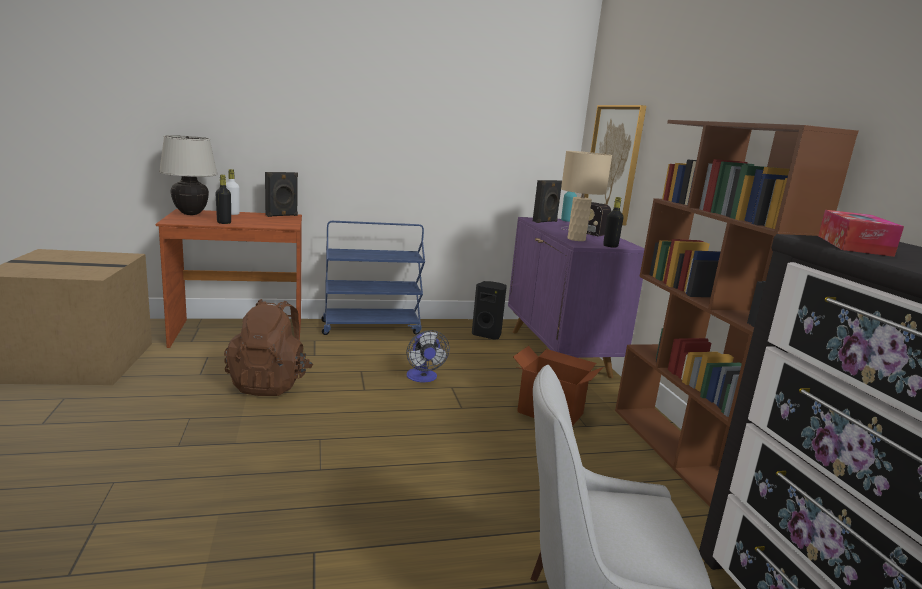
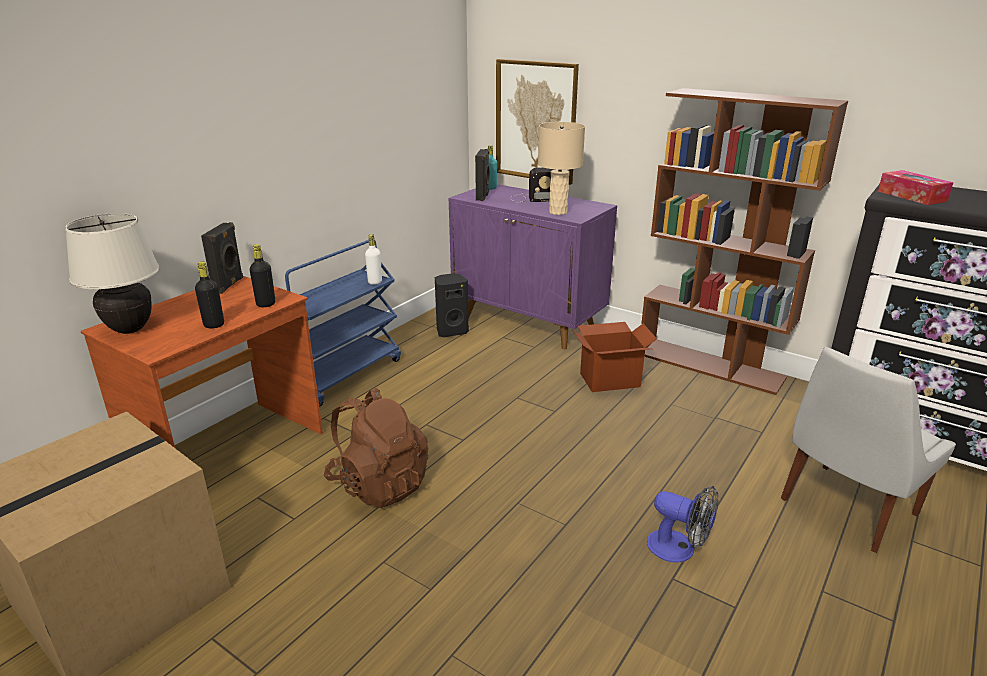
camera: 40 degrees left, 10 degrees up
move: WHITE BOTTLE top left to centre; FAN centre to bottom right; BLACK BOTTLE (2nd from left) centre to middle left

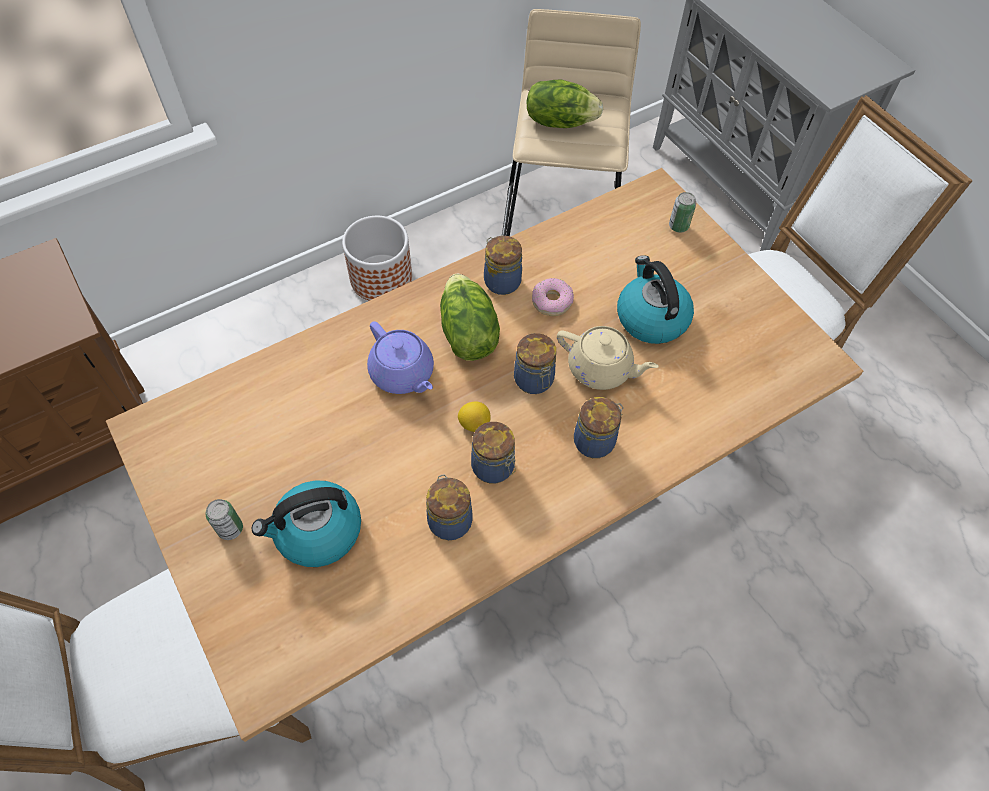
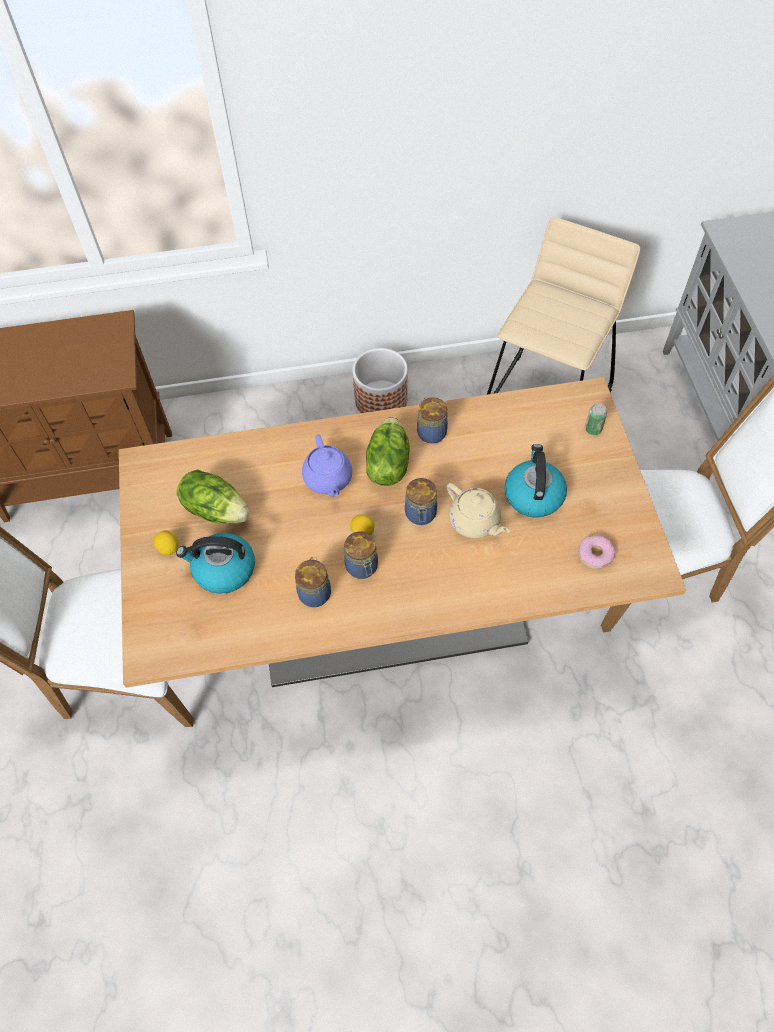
camera: 25 degrees right, 0 degrees up
delete: JAR (5th from left) centre
move: LETTUCE (2nd from left in the first image) top centre to LETTUCE (1st from left) middle left; DONUT centre to middle right
replace: CAN (1st from left) middle left to LEMON (1st from left) middle left

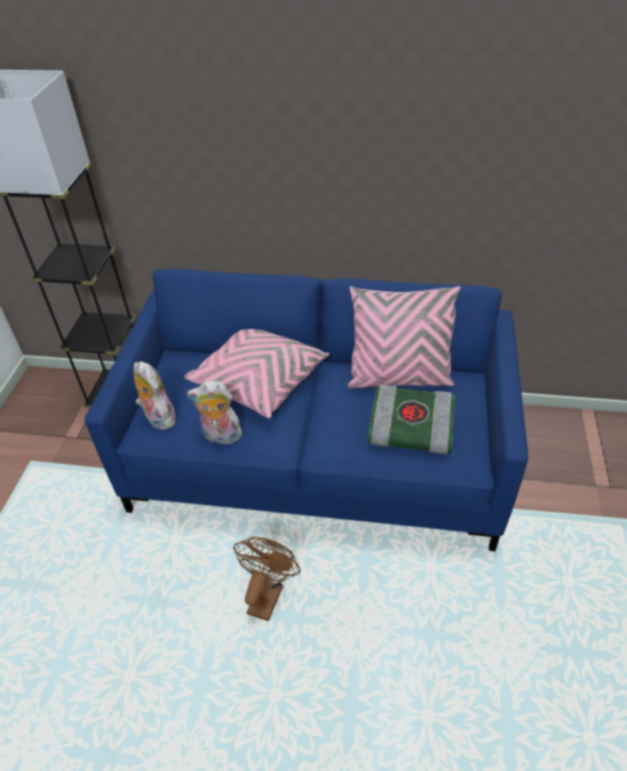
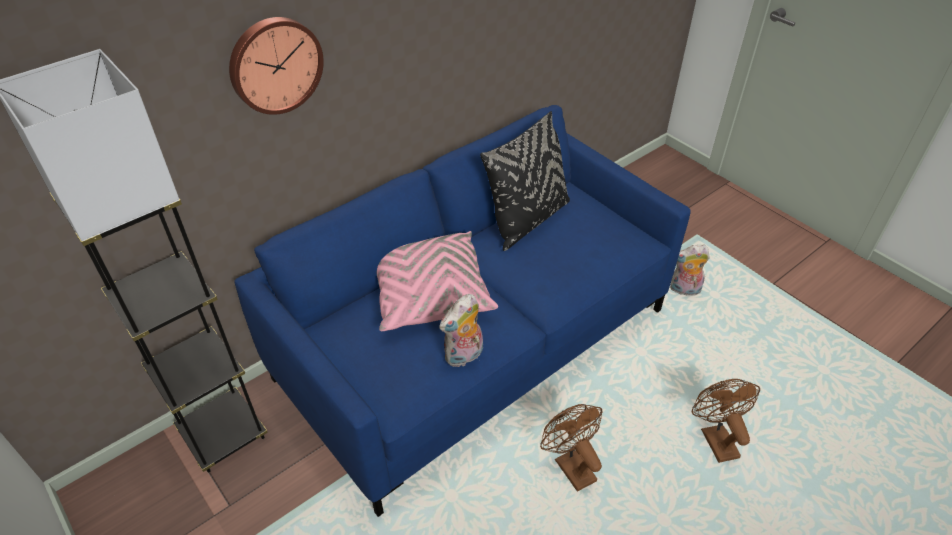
camera: 50 degrees left, 0 degrees up
delete: BOOK centre
insert: WALL CLOCK top left; BROWN FAN (2nd from left) bottom right
move: PLUSH TOY (1st from left in the first image) middle left to PLUSH TOY (2nd from left) middle right
recolor: PINK PILLOW (2nd from left) centre to BLACK PILLOW centre

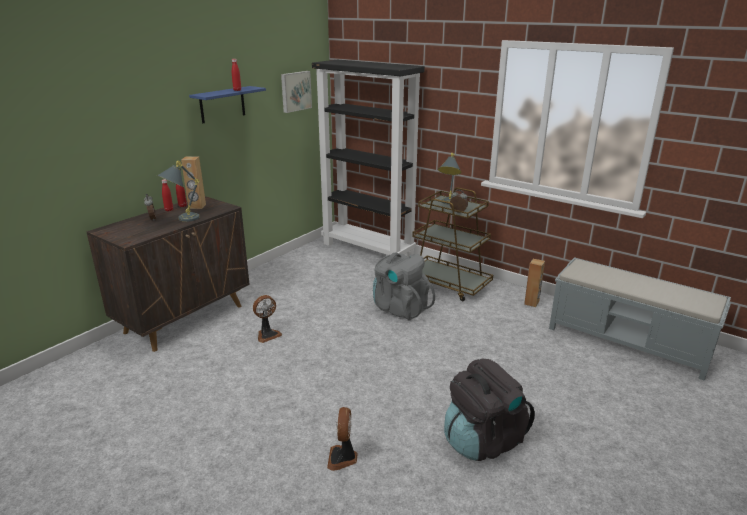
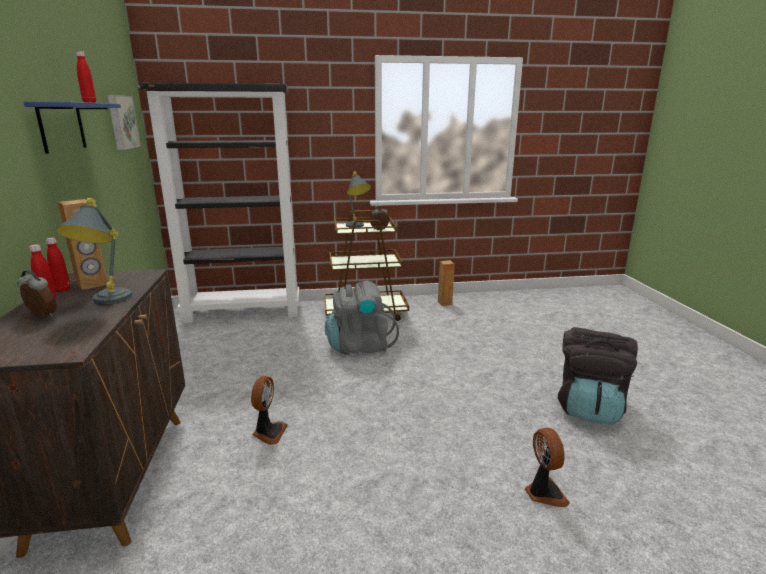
camera: 45 degrees left, 5 degrees down
delete: GREY BENCH middle right
rotate: FAN (2nd from left) bottom centre = bottom right 150 degrees counterclockwise

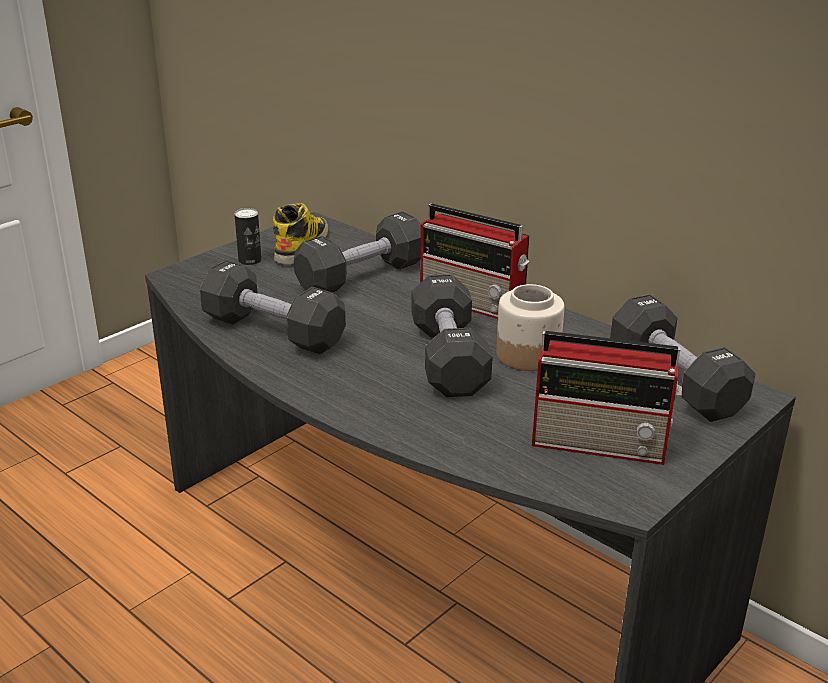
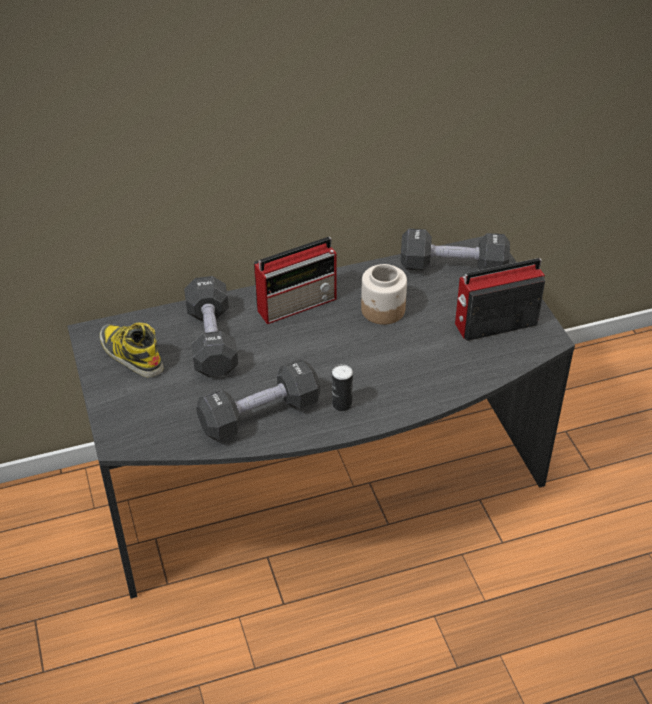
camera: 60 degrees left, 15 degrees up
delete: BLACK DUMBBELL (3rd from left) centre
move: CAN middle left to centre
rotate: RADIO (2nd from left) middle right = middle right 150 degrees counterclockwise

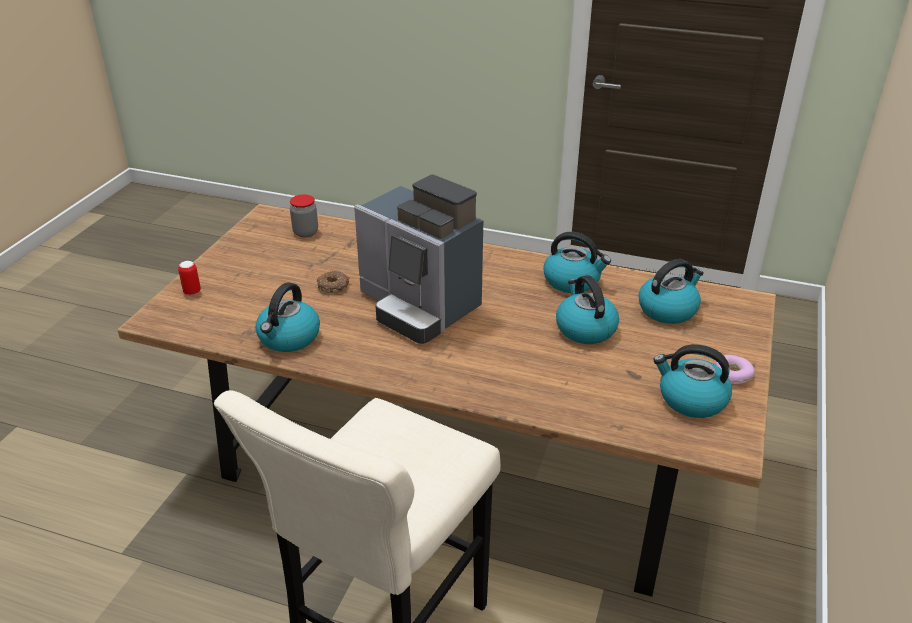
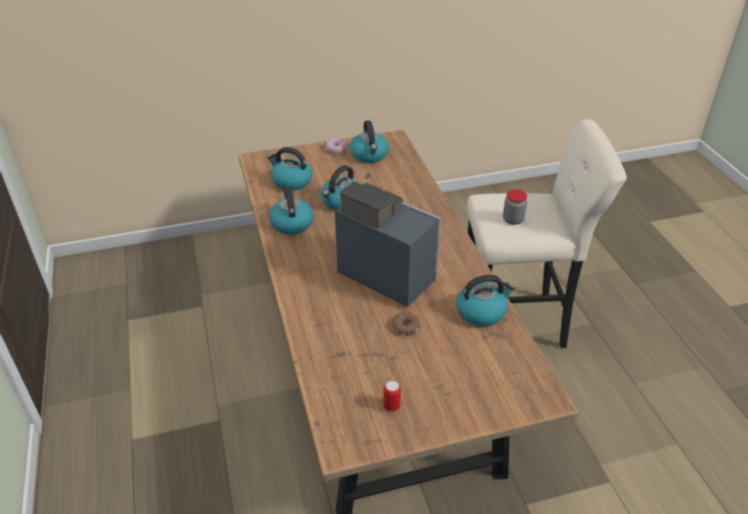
camera: 125 degrees left, 5 degrees up
move: CAN middle left to bottom centre; JAR centre to middle right
rotate: COFFEE MACHINE centre = centre 60 degrees counterclockwise

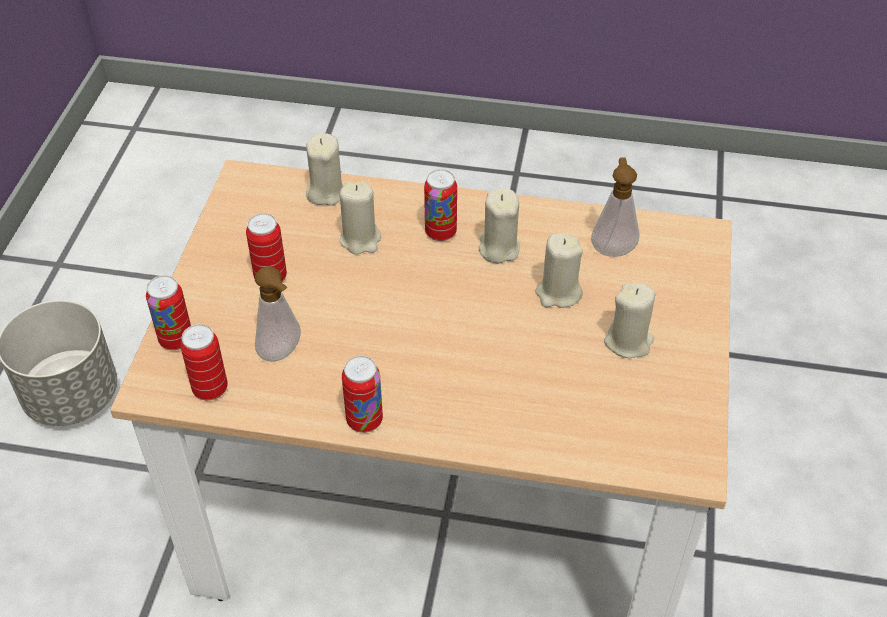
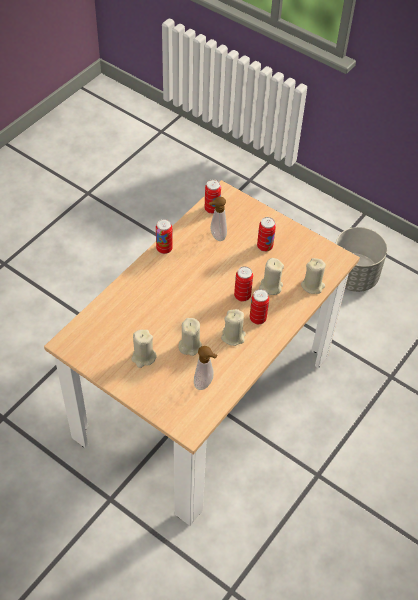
camera: 115 degrees right, 5 degrees up
move: CAN (1st from left in the first image) middle left to CAN (3rd from left) centre

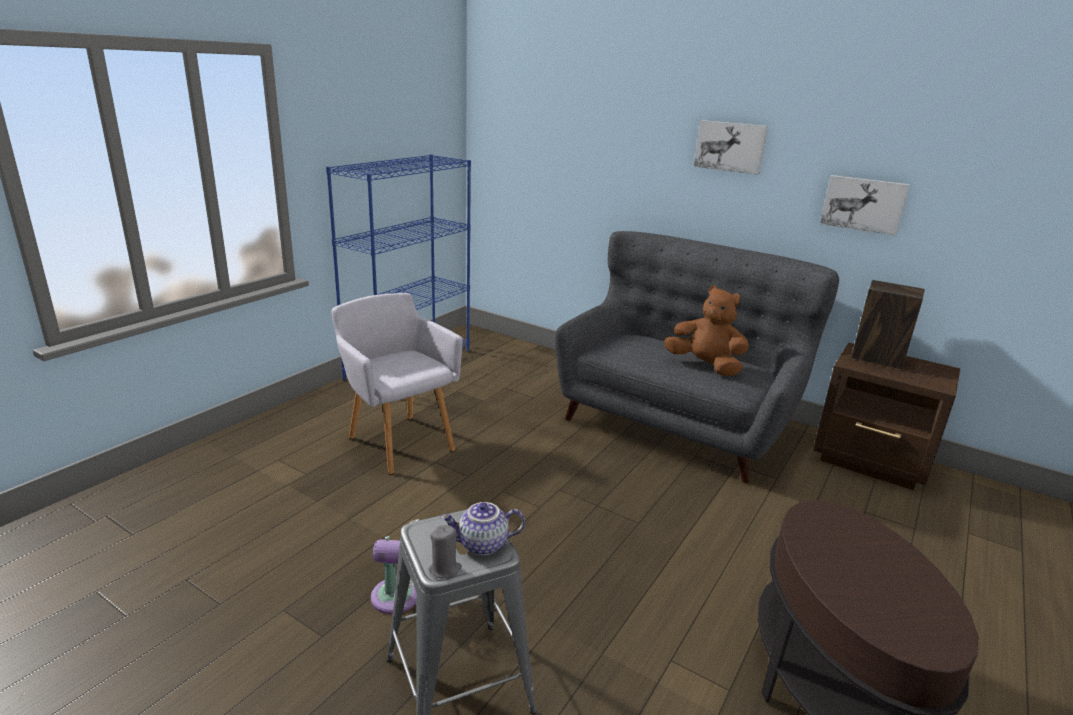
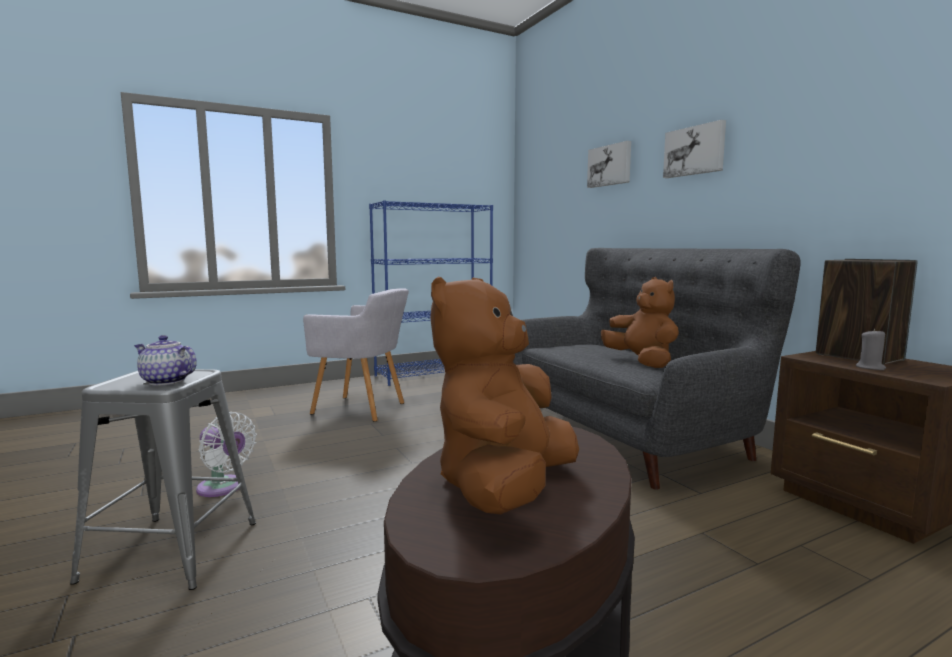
camera: 30 degrees right, 15 degrees down
insert: BROWN PLUSH TOY (1st from left) centre
move: GREY CANDLE bottom centre to middle right; PICTURE (2nd from left in the first image) top right to PICTURE (1st from left) top centre
rotate: GREY ARMCHAIR centre = centre 120 degrees clockwise

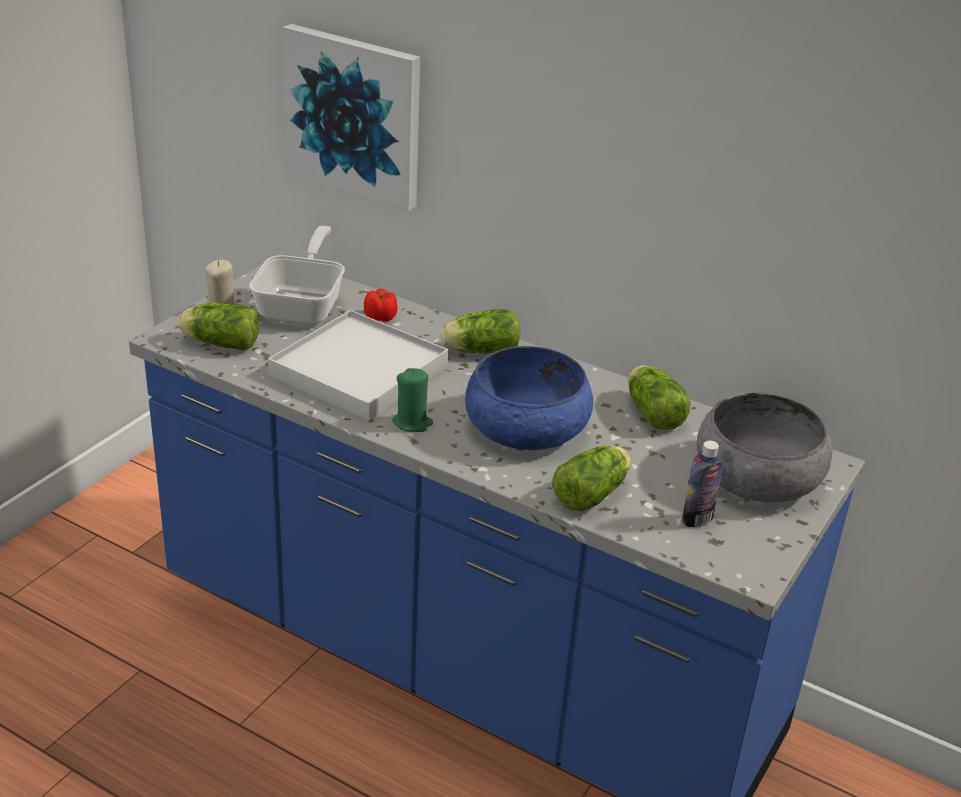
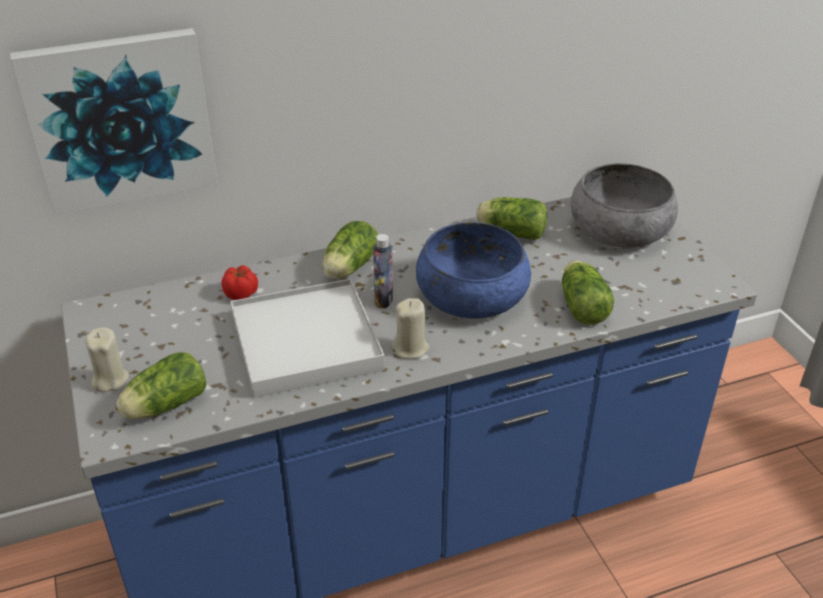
camera: 50 degrees left, 5 degrees up
delete: FRYING PAN middle left
move: BOTTLE middle right to centre
recolor: GREEN CANDLE centre to BEIGE CANDLE (2nd from left) centre

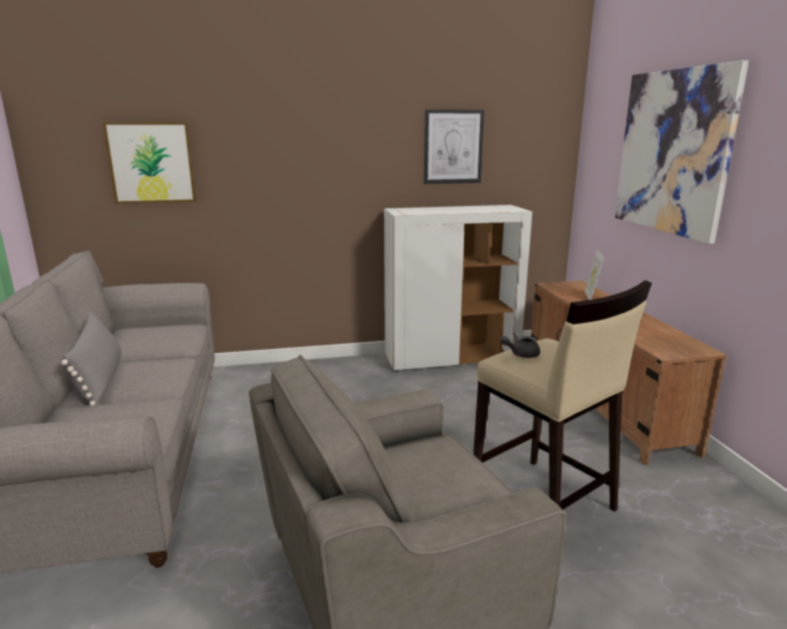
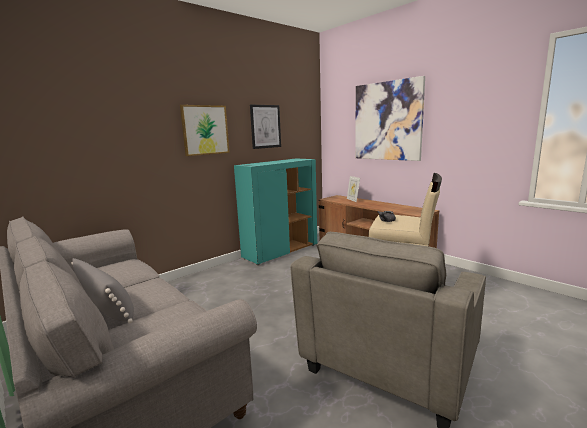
camera: 30 degrees left, 5 degrees down
move: PICTURE (1st from left) top left to top centre
recolor: WHITE CABINET centre to TURQUOISE CABINET centre

